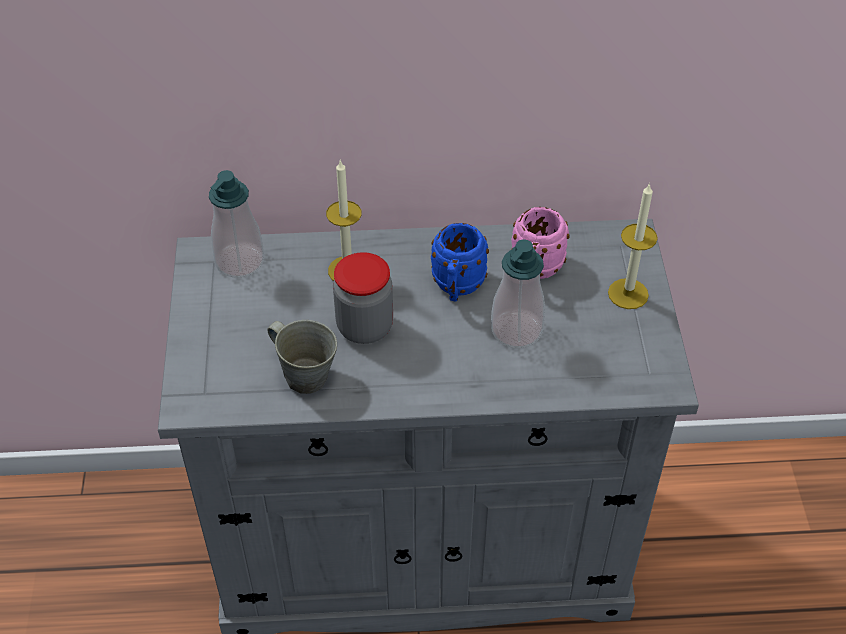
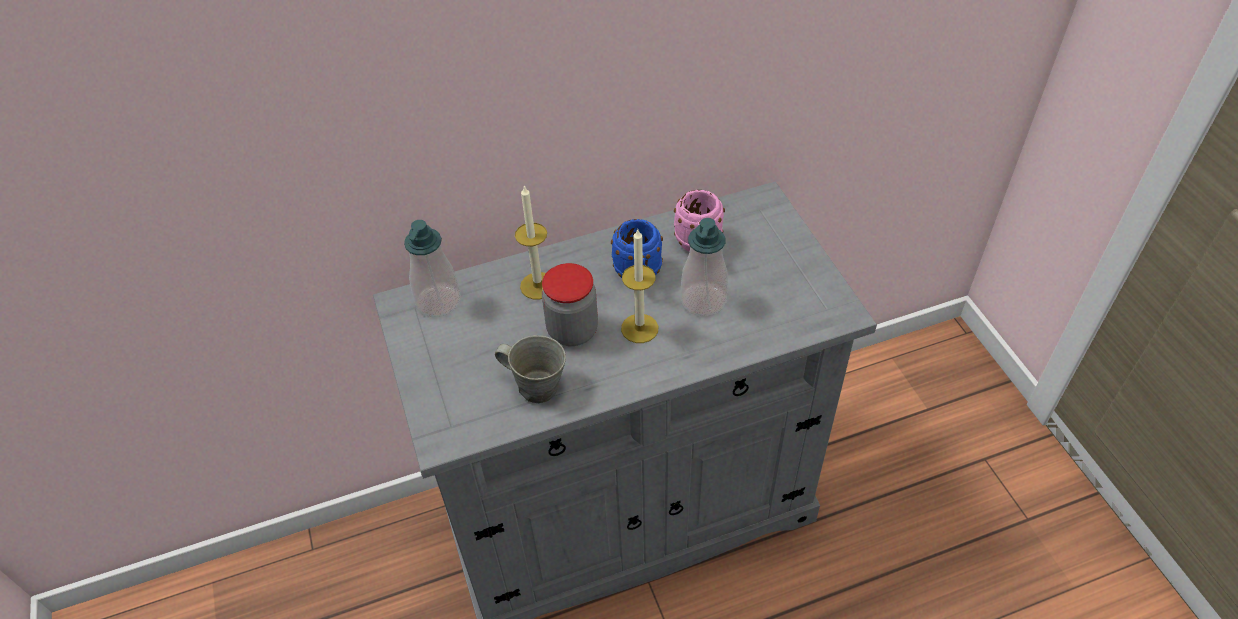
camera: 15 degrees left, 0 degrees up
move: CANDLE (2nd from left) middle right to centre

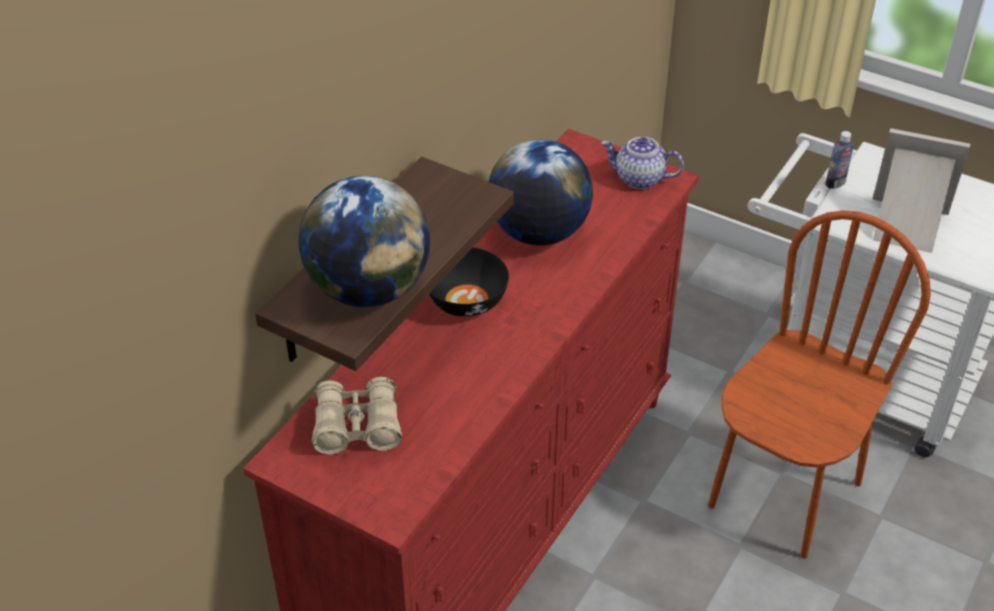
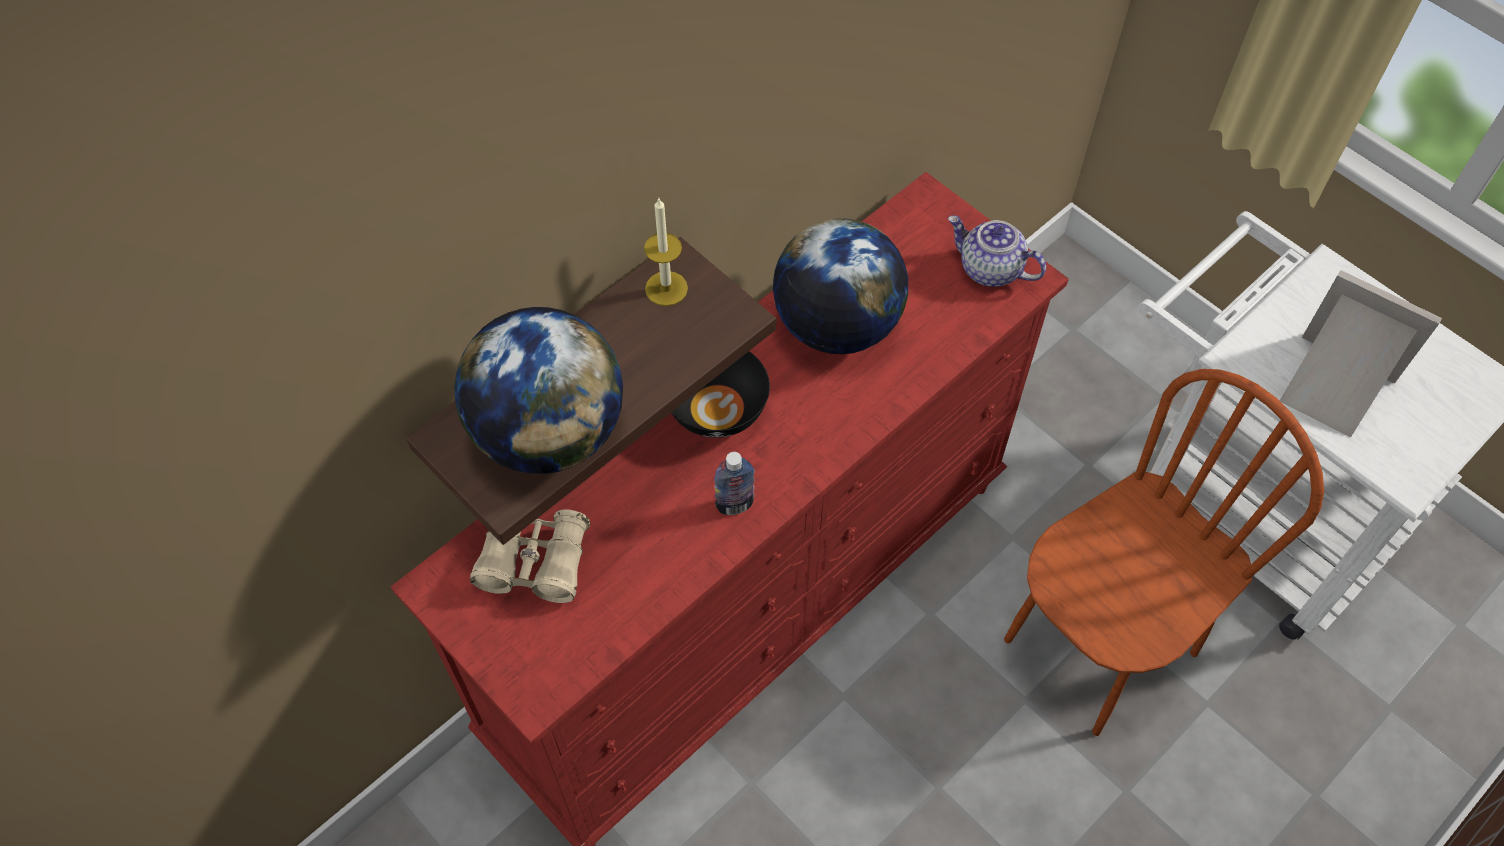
camera: 15 degrees right, 15 degrees up
insert: CANDLE top centre
move: BOTTLE top right to centre

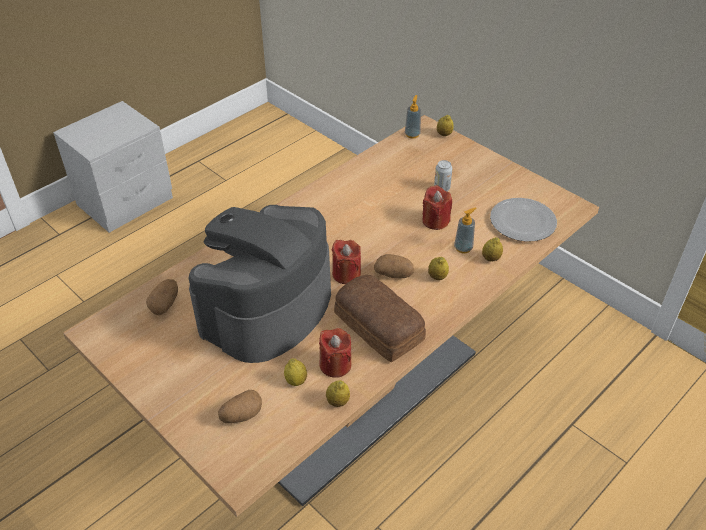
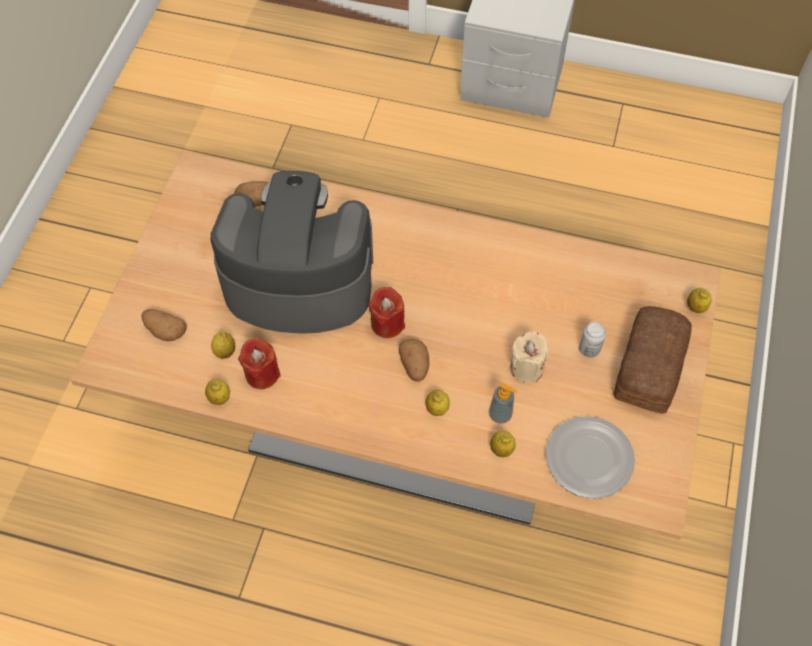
camera: 60 degrees right, 15 degrees up
delete: SOAP DISPENSER (1st from left) top centre
move: BREAD centre to middle right
recolor: RED CANDLE (3rd from left) centre to BEIGE CANDLE centre

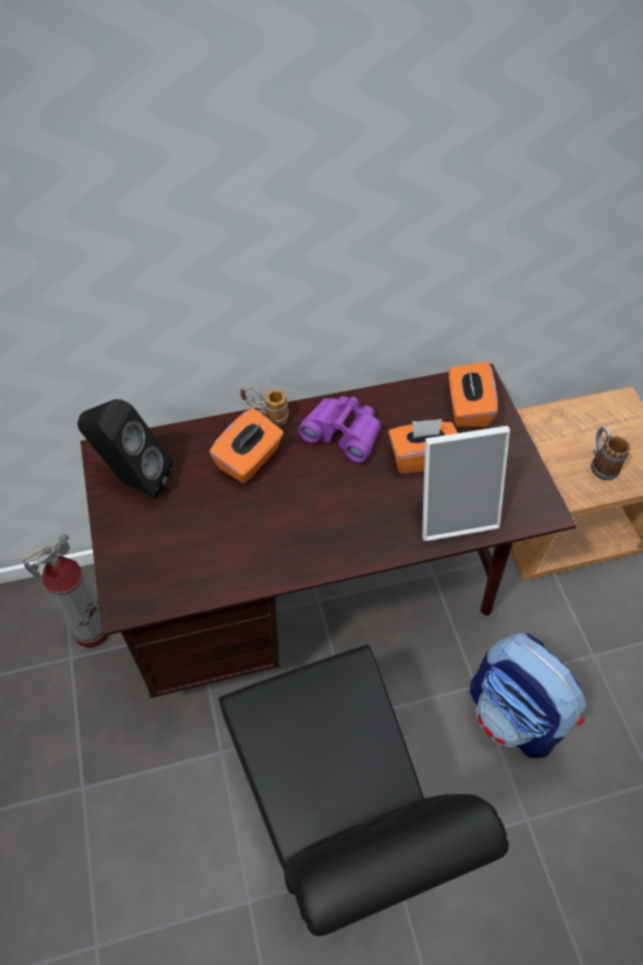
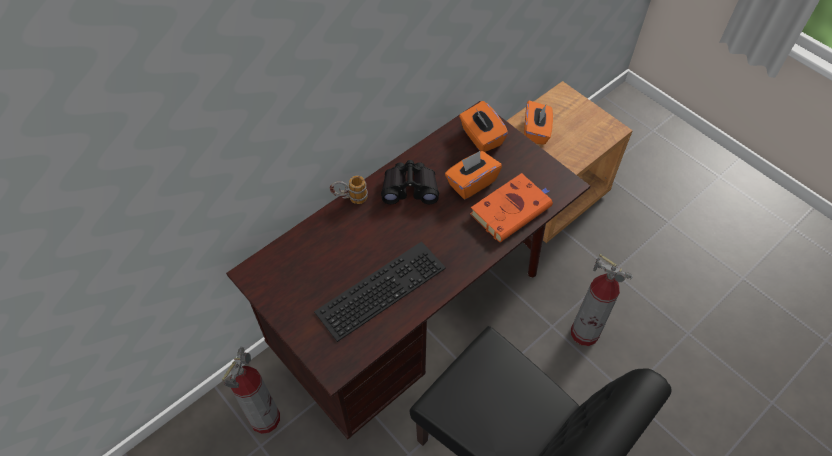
camera: 25 degrees left, 0 degrees up
delete: BLACK SPEAKER middle left; MUG (2nd from left) middle right
insert: KEYBOARD centre
move: ORANGE TISSUE BOX (1st from left in the first image) centre to ORANGE TISSUE BOX (3rd from left) top centre
replace: PICTURE FRAME middle right to ORANGE BOOK centre; BACKPACK bottom right to FIRE EXTINGUISHER (2nd from left) middle right
recolor: PURPLE BINOCULARS centre to BLACK BINOCULARS centre

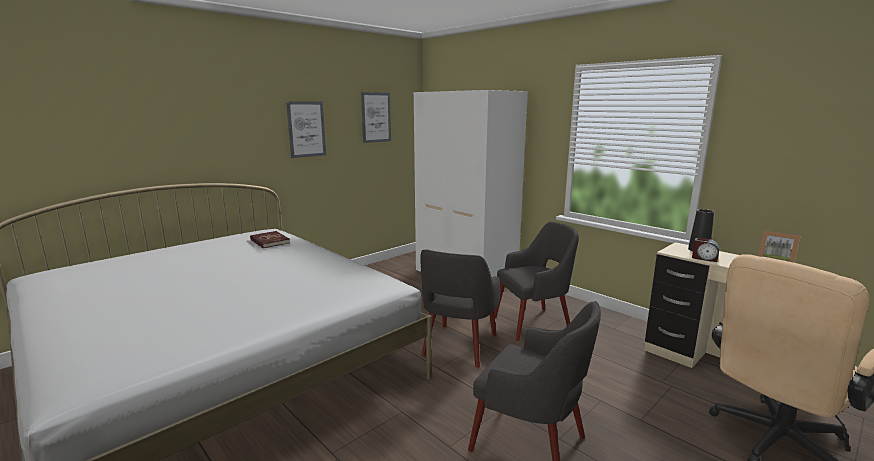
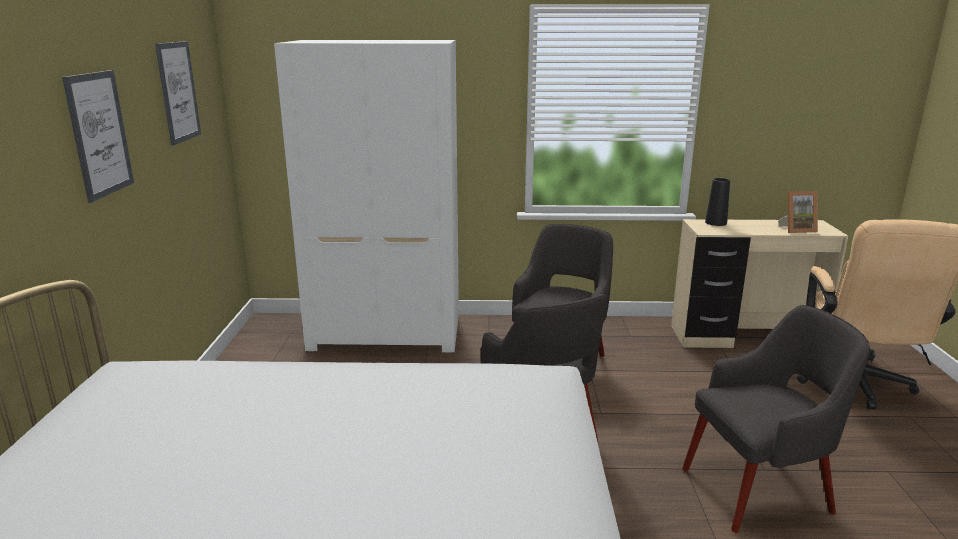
camera: 45 degrees left, 5 degrees up
delete: RED BOOK middle left; ALARM CLOCK middle right

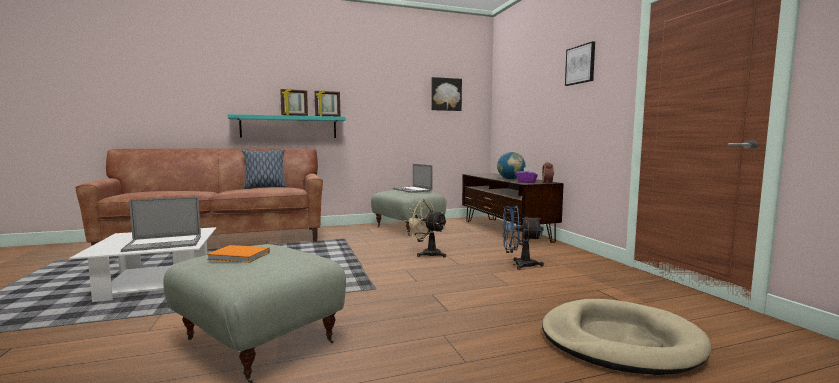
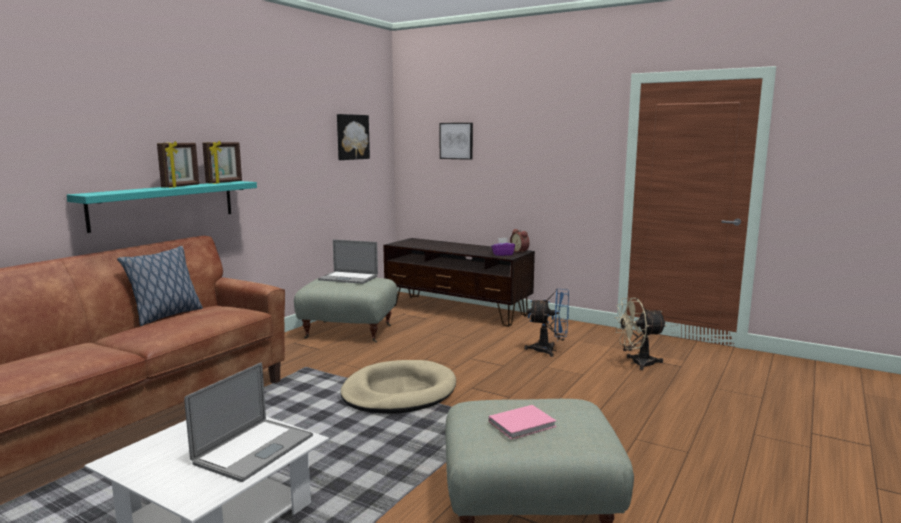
camera: 40 degrees left, 5 degrees up
delete: GLOBE centre
move: BEIGE FAN centre to middle right; BEIGE DOG BED bottom right to bottom centre; PICTURE (2nd from left) top right to top centre
recolor: ORANGE BOOK middle left to PINK BOOK bottom centre
rotate: BLUE FAN centre = centre 135 degrees counterclockwise

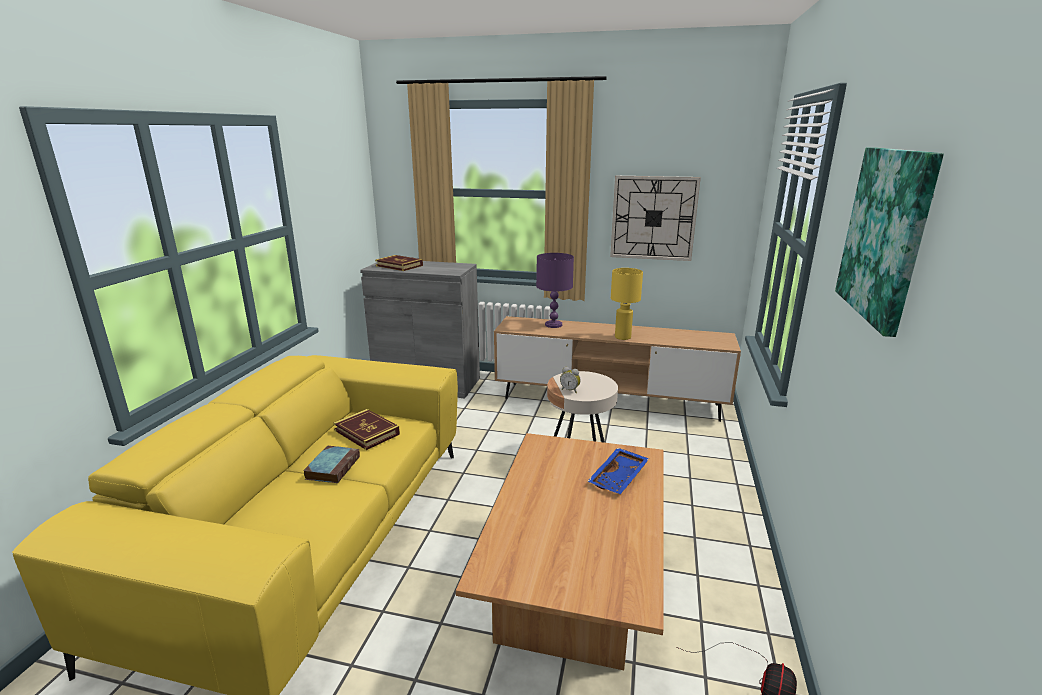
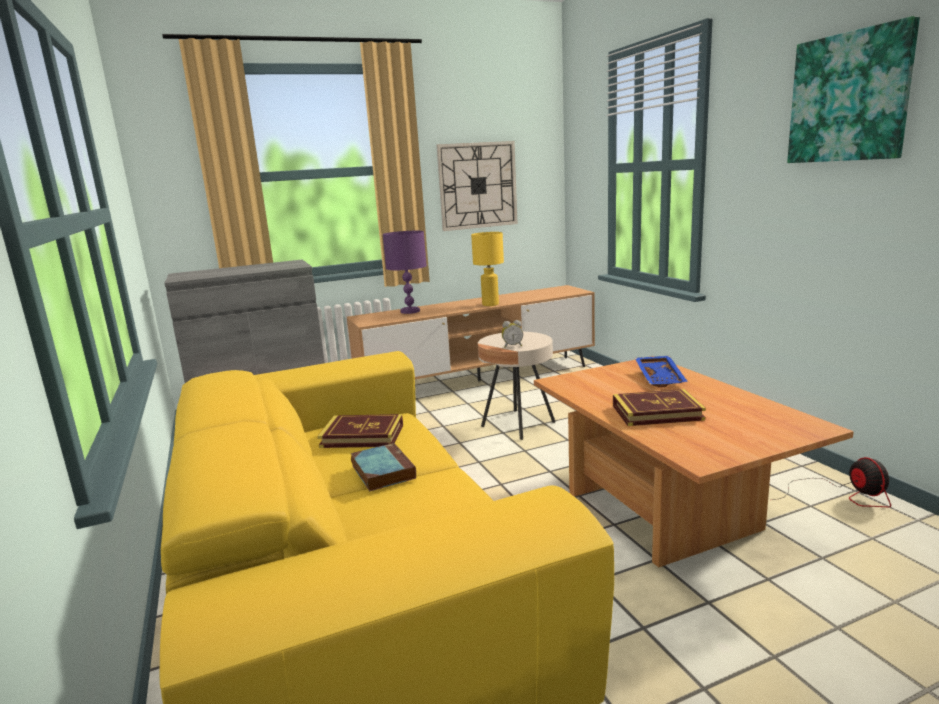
camera: 35 degrees left, 5 degrees down
move: BOOK (3rd from left) centre to middle right

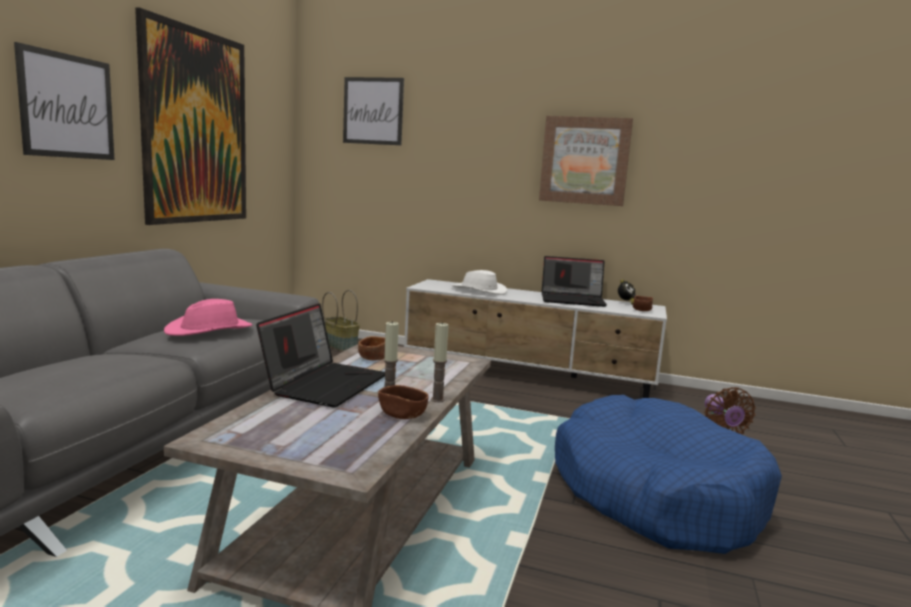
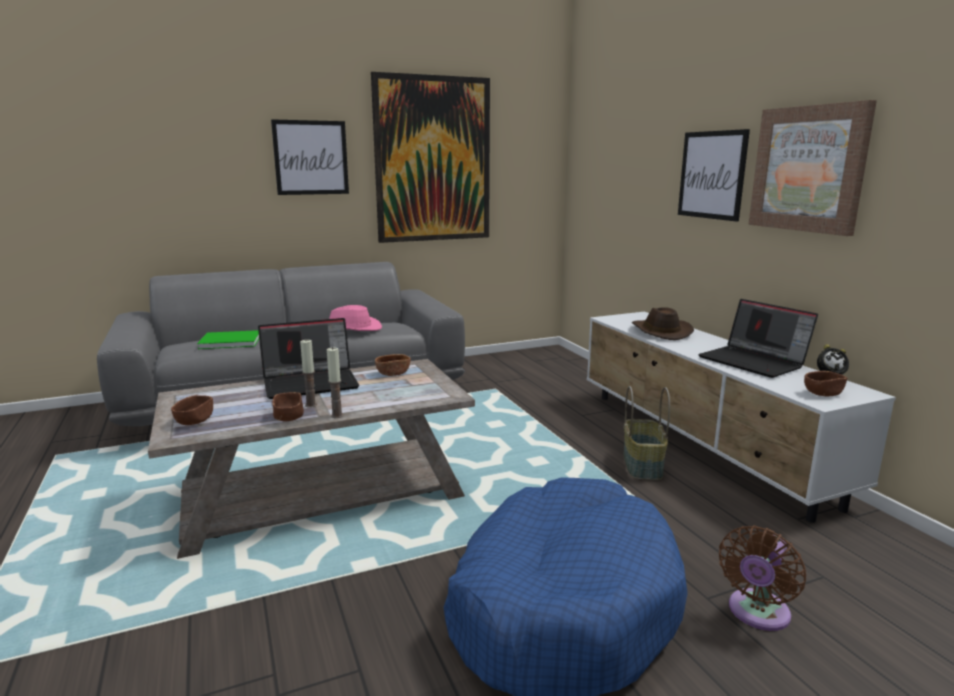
camera: 50 degrees right, 5 degrees up
insert: BROWN BOWL (1st from left) middle left; GREEN BOOK middle left
move: BASKET centre to middle right; PICTURE (3rd from left) top centre to top right
recolor: WHITE HAT centre to BROWN HAT middle right

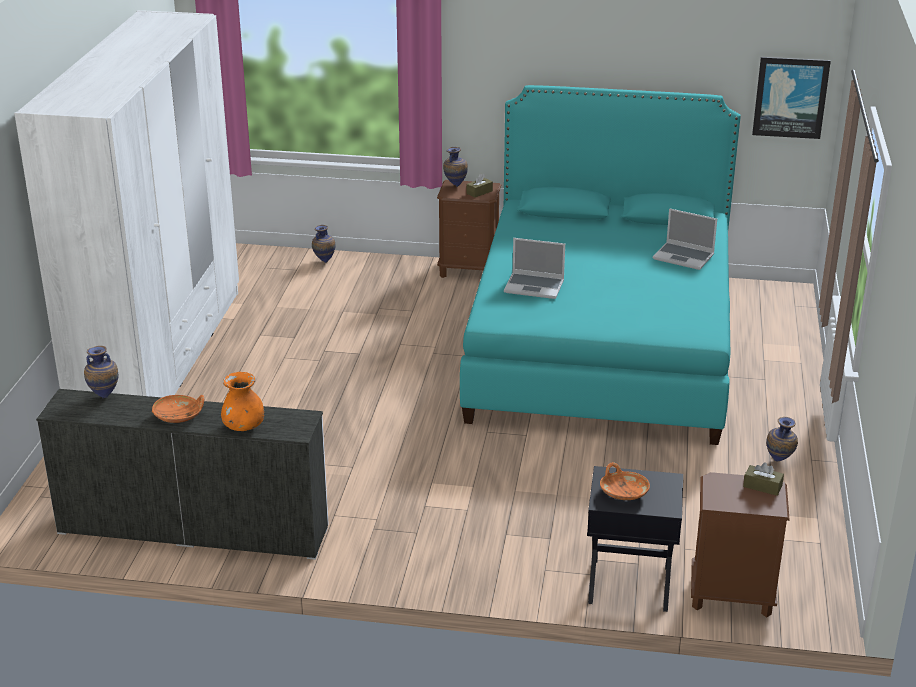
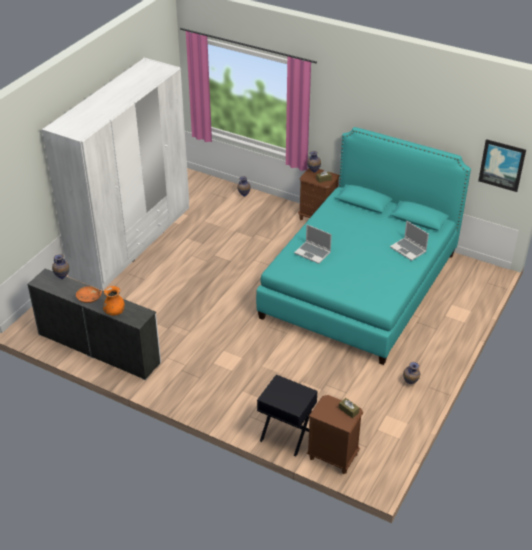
camera: 20 degrees right, 10 degrees up
delete: ORANGE BOWL (2nd from left) bottom right

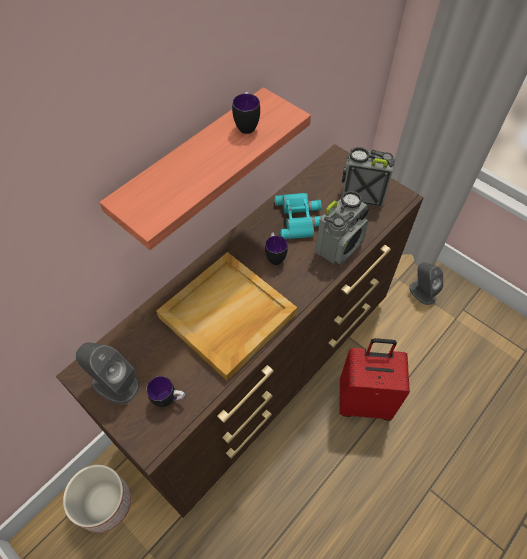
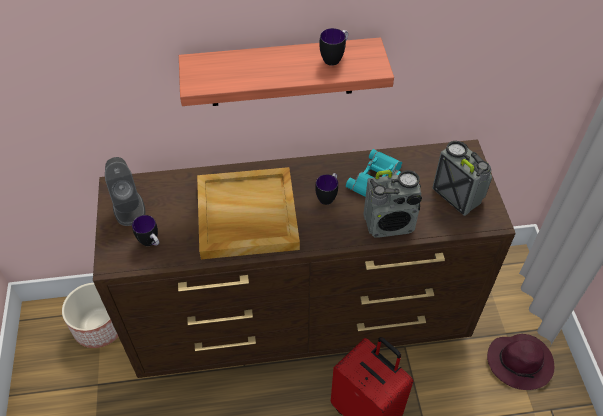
camera: 40 degrees right, 5 degrees down
replace: GREY SPEAKER (2nd from left) middle right to PURPLE HAT bottom right

